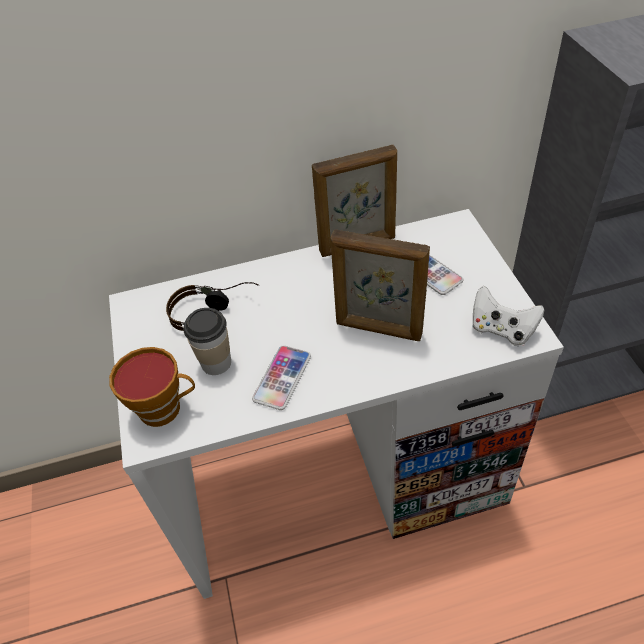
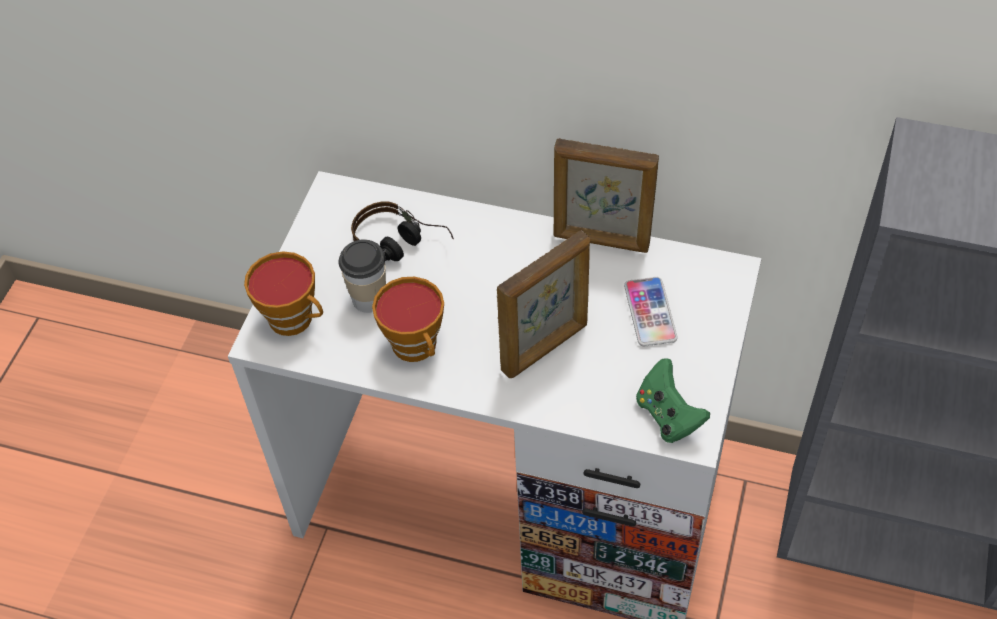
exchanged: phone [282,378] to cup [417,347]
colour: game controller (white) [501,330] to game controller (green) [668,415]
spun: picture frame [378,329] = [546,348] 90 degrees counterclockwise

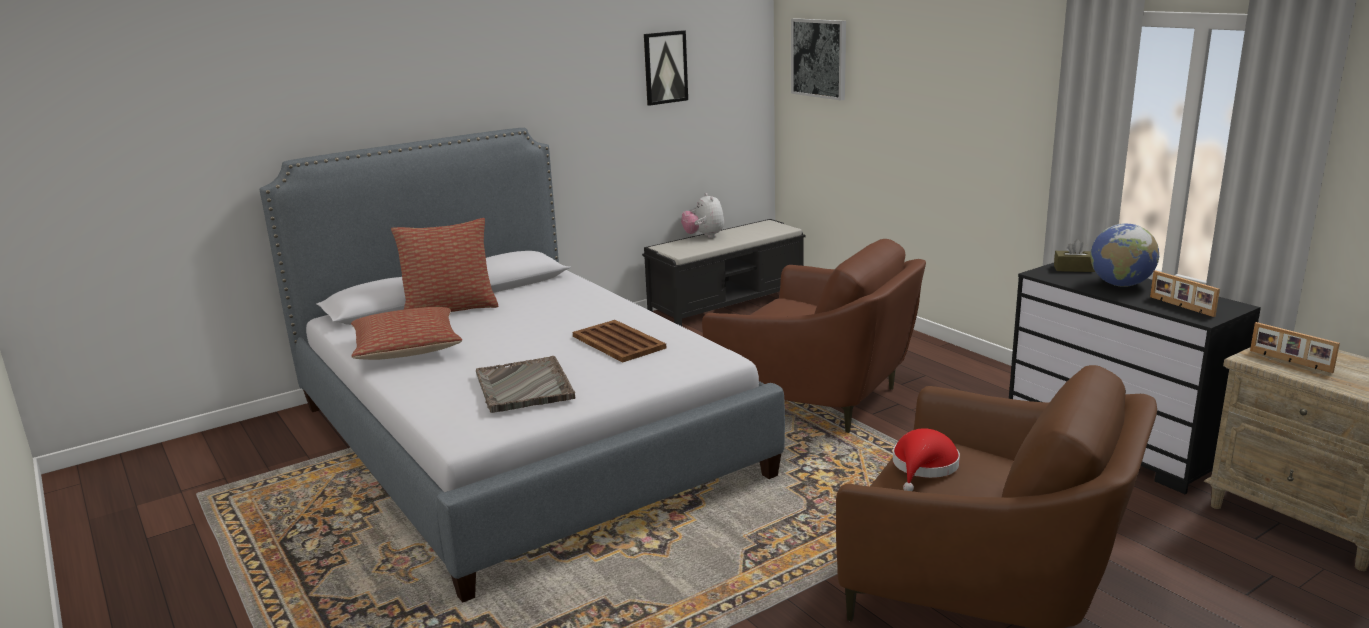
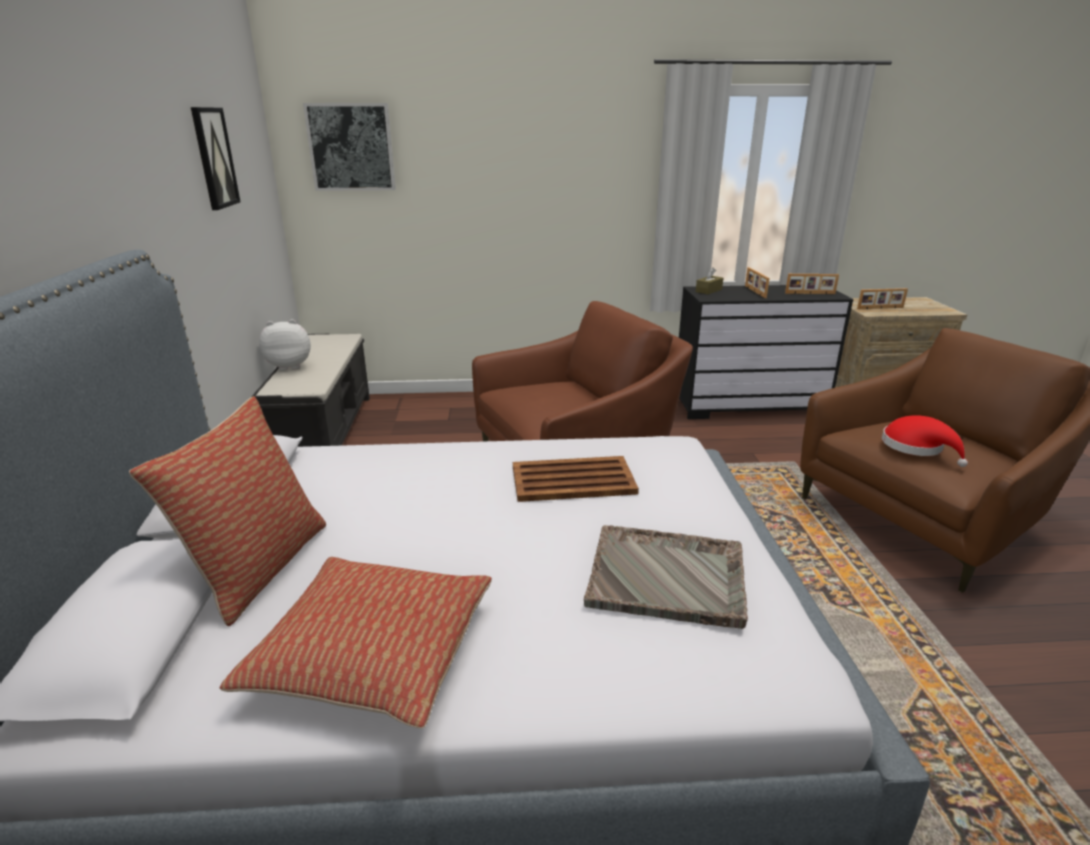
exchanged: globe [1120,284] to picture frame [754,292]
spun: plush toy [704,236] = [289,366] 150 degrees clockwise

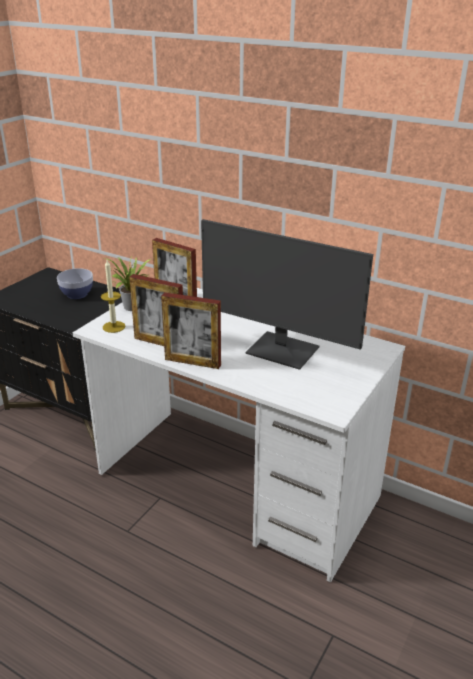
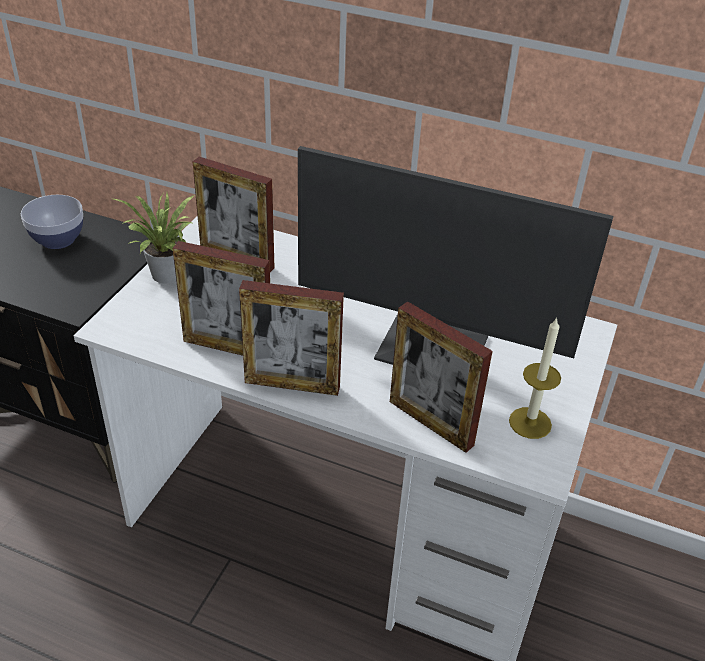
appeared: picture frame [430,423]
relocated: candle [114,327] to [530,423]

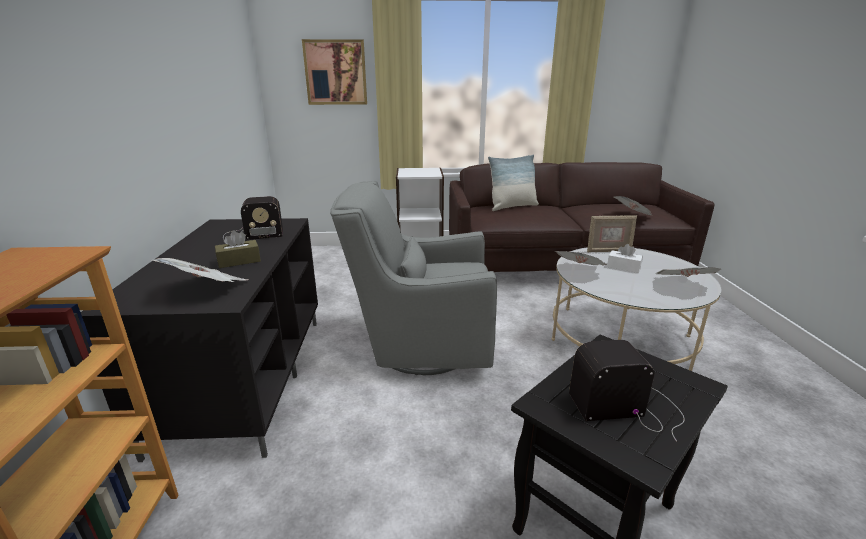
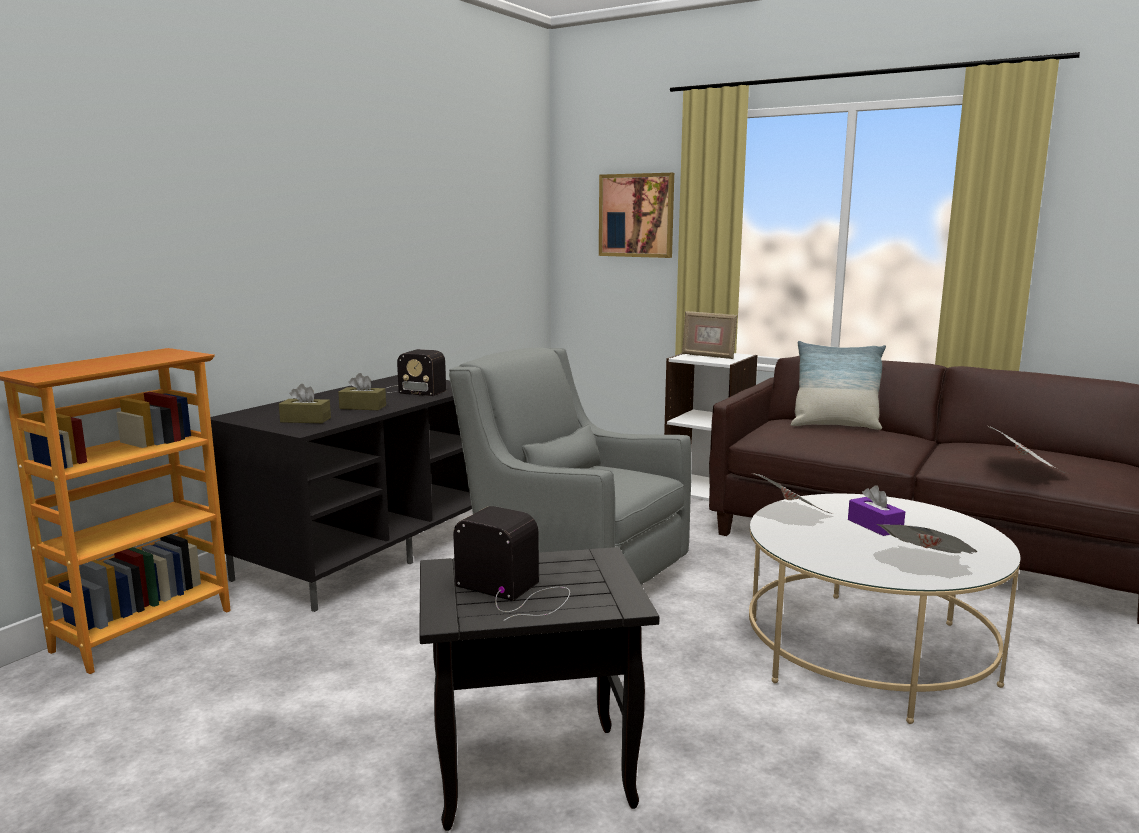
relocated: picture frame [608,251] to [708,356]
exchanged: newspaper [207,289] to tissue box (brown) [305,420]
colour: tissue box (white) [623,267] to tissue box (purple) [875,525]

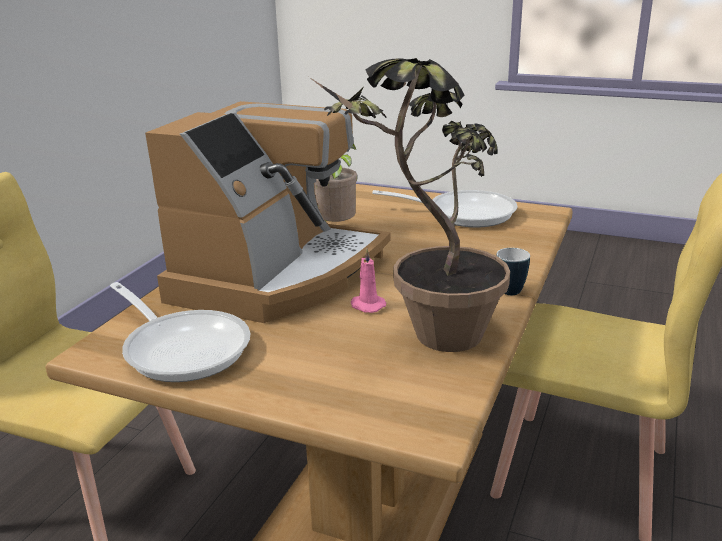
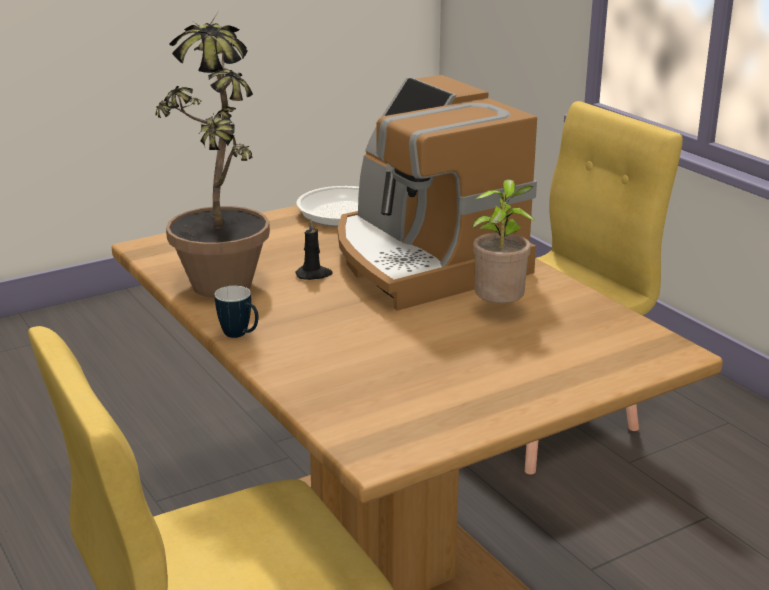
missing: frying pan [463,213]
colour: candle (pink) [366,305] to candle (black) [314,275]

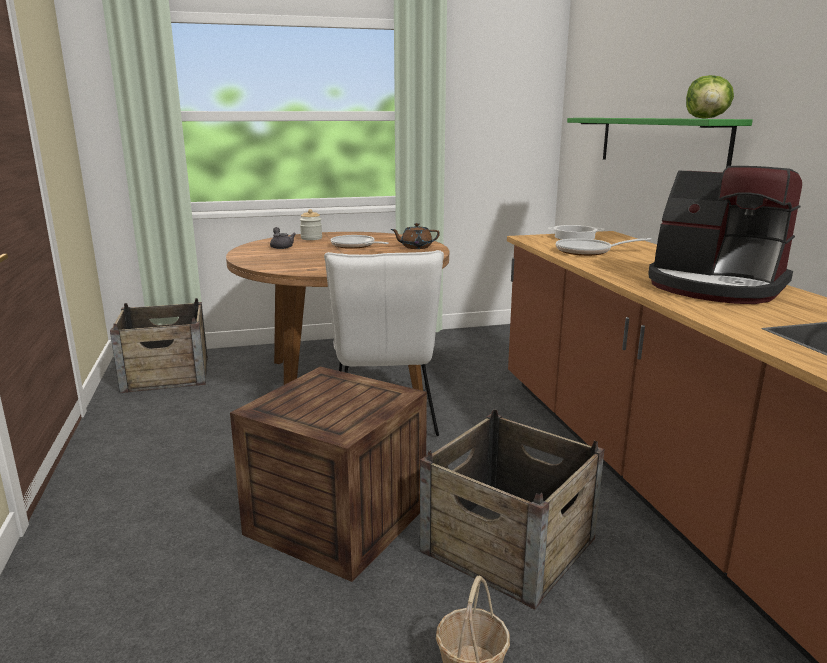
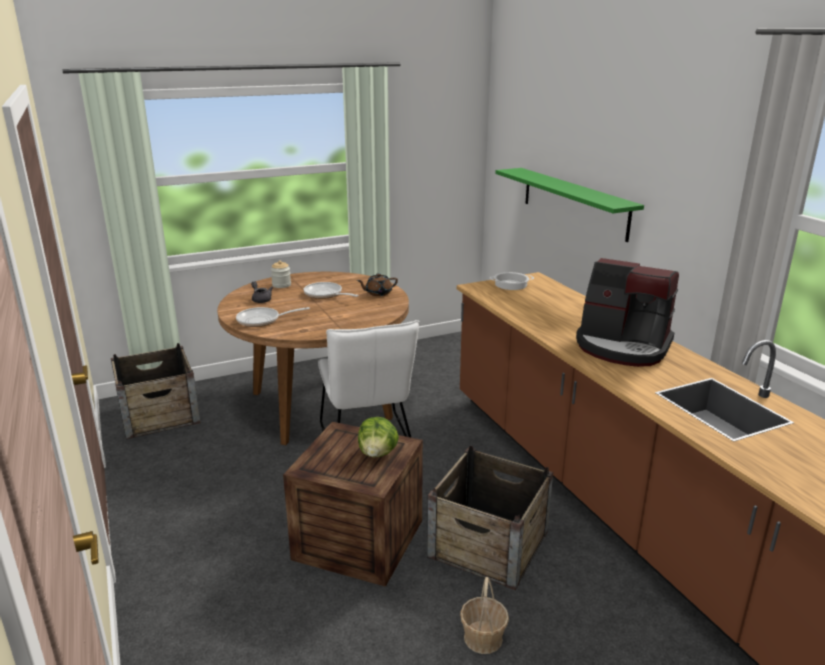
relocated: frying pan [588,251] to [262,320]; lettuce [706,118] to [378,453]

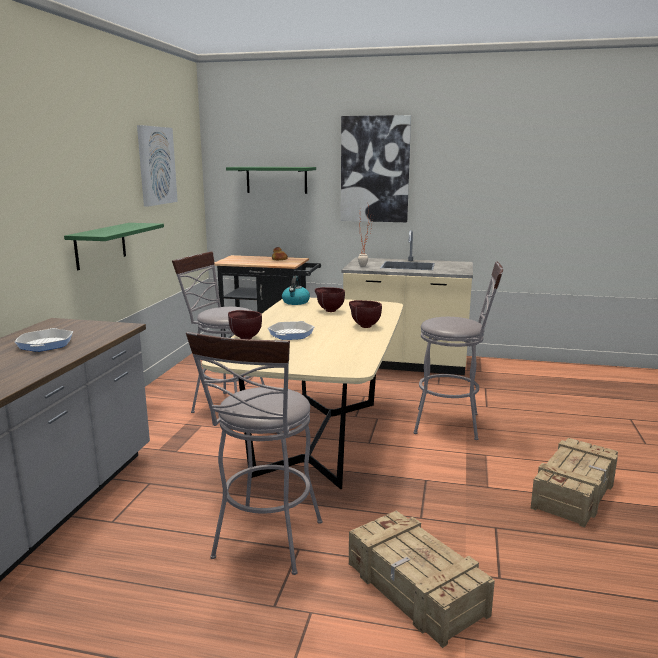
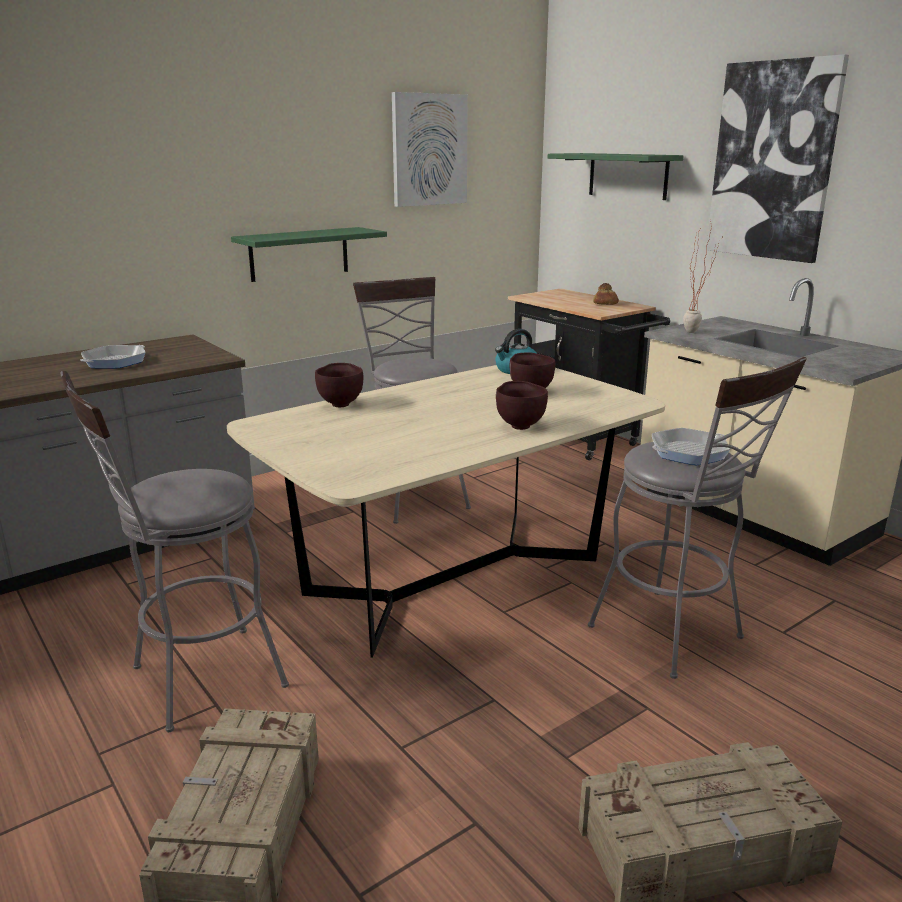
relocated: frying pan [291,334] to [688,452]

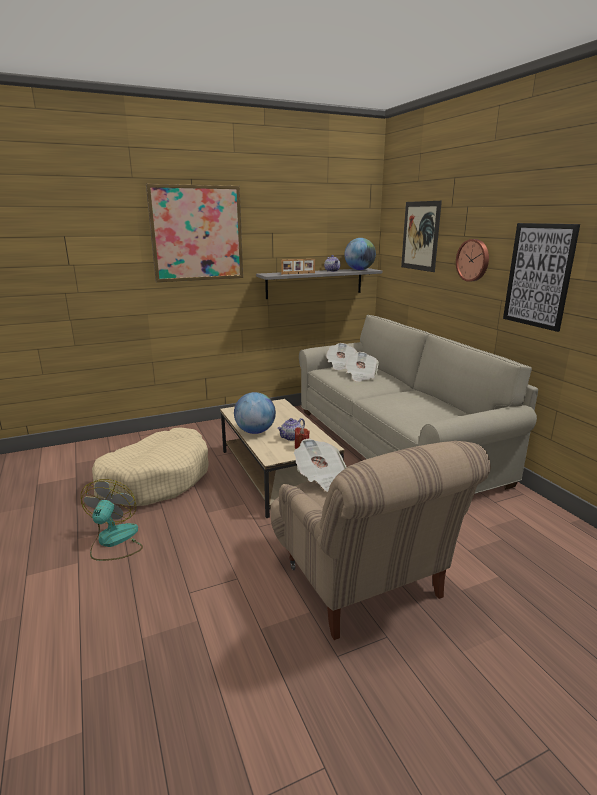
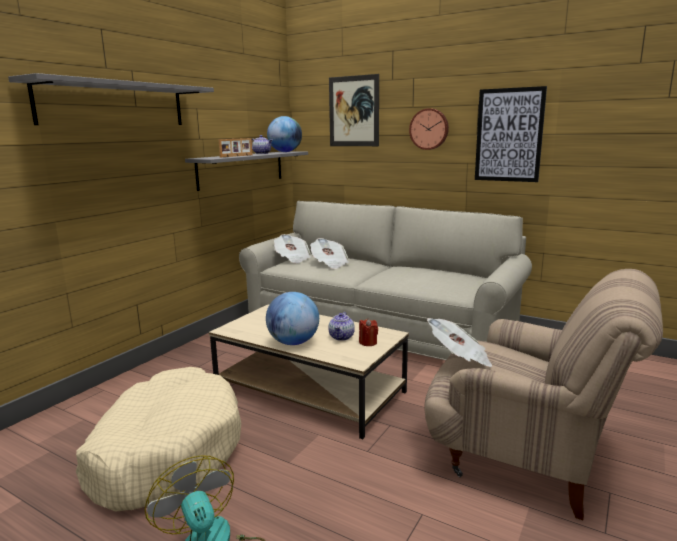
exchanged: picture [197,233] to shelf (grey) [114,104]

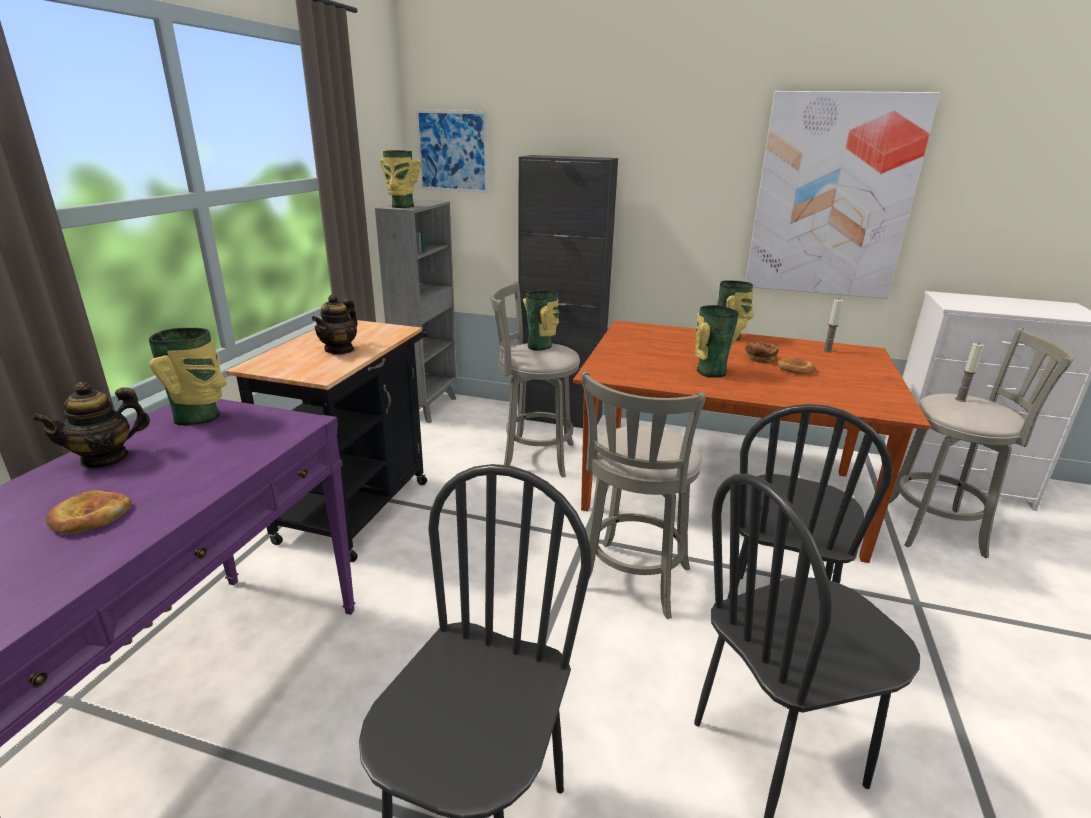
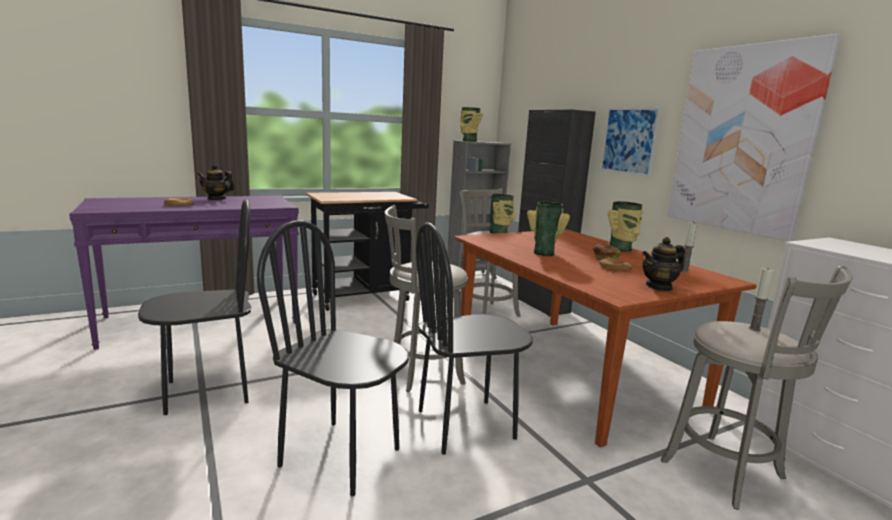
missing: vase [200,417]
relocated: teapot [339,350] to [659,286]; picture [452,151] to [629,141]

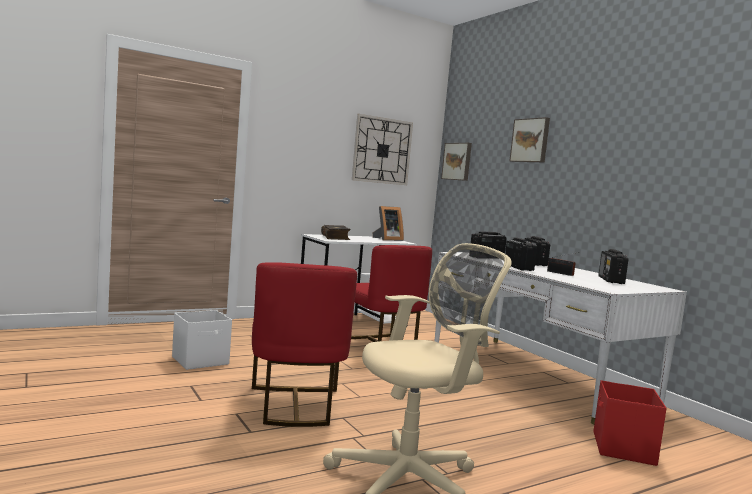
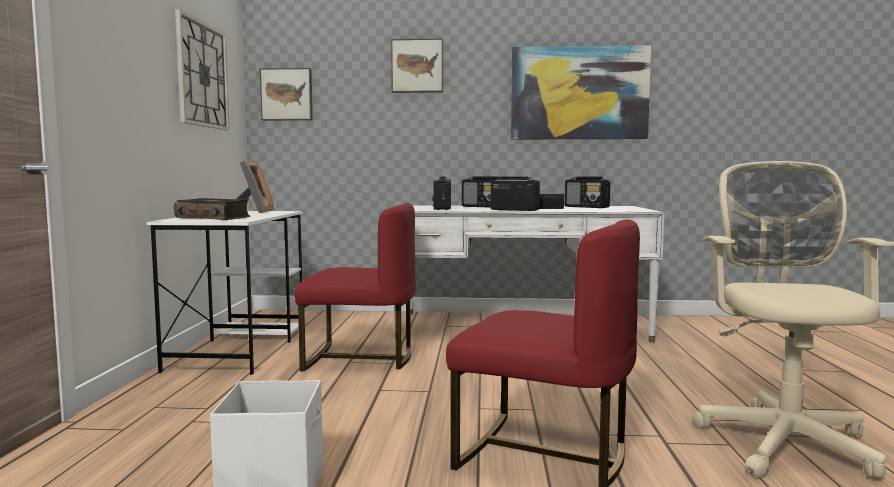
missing: storage box (red) [623,449]
appeared: picture [579,93]

